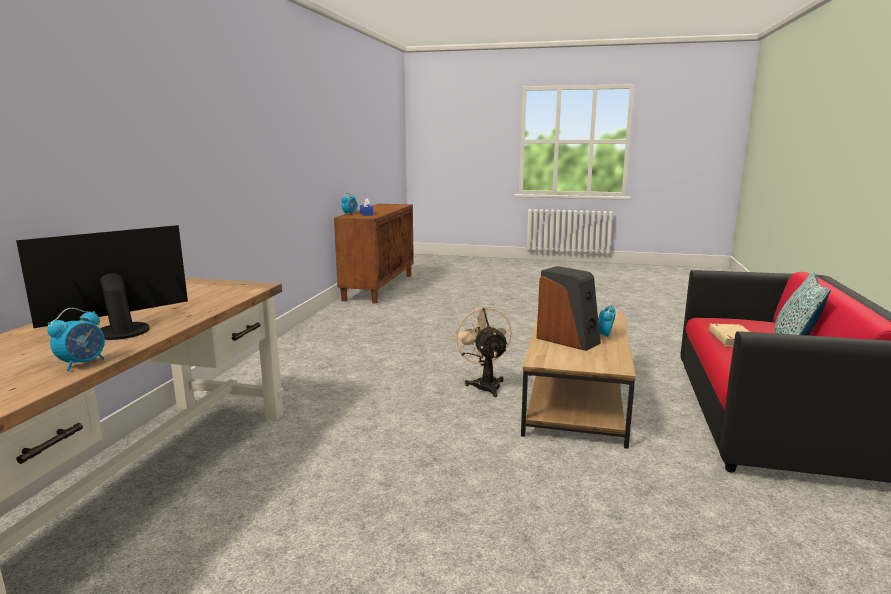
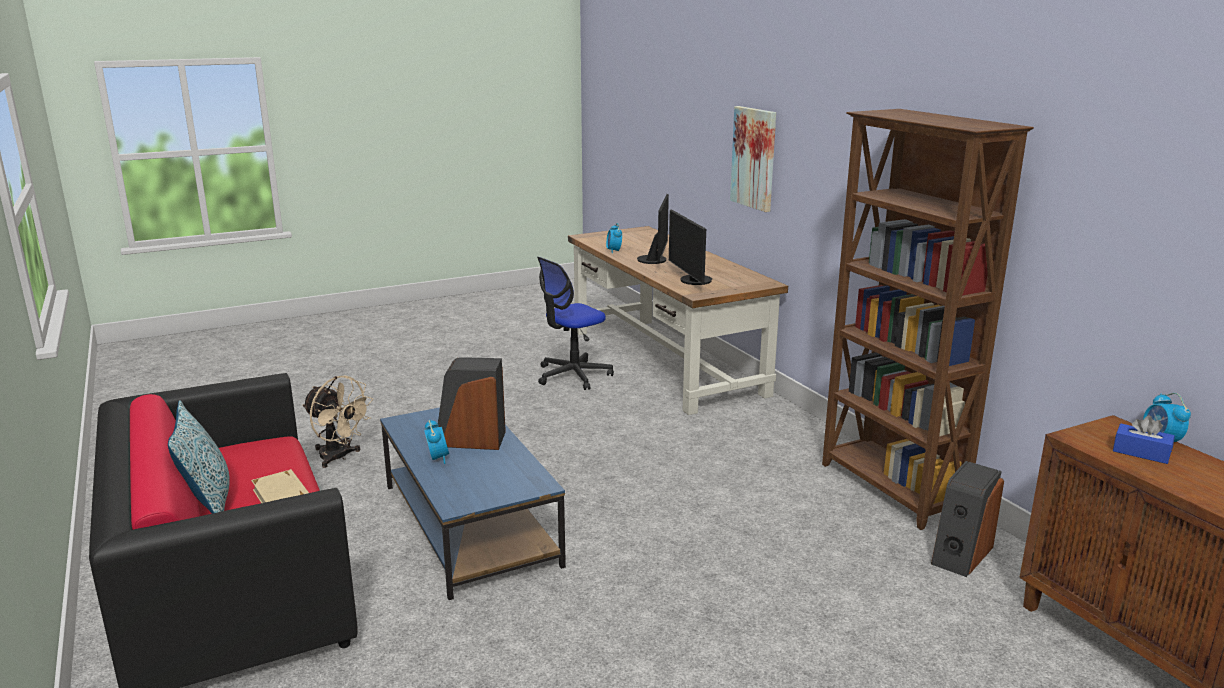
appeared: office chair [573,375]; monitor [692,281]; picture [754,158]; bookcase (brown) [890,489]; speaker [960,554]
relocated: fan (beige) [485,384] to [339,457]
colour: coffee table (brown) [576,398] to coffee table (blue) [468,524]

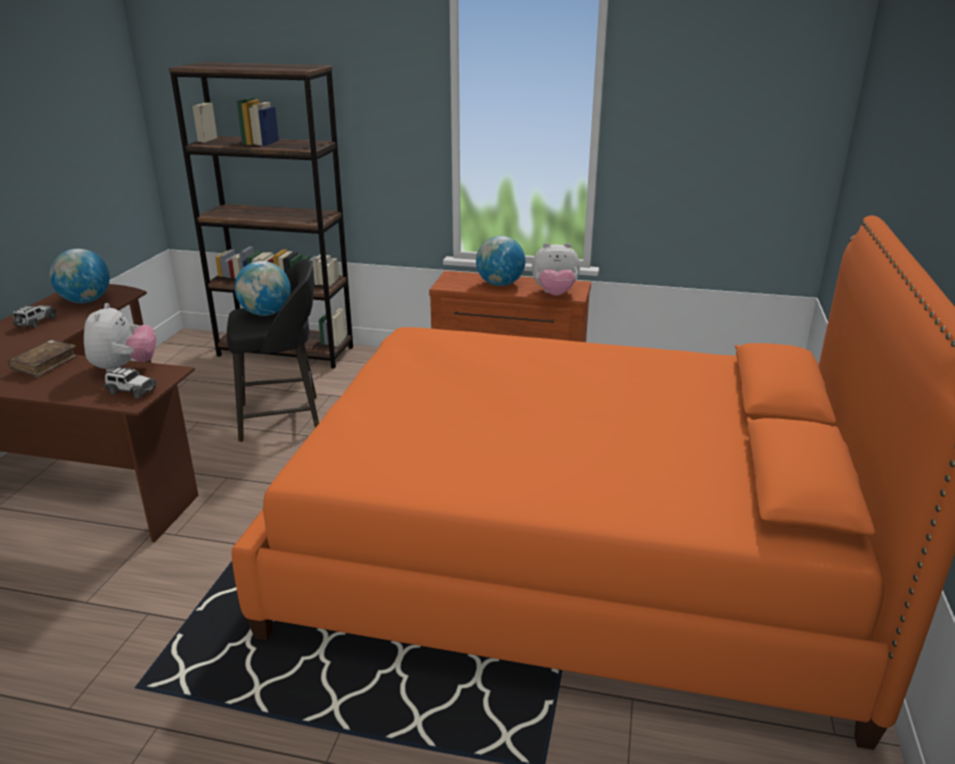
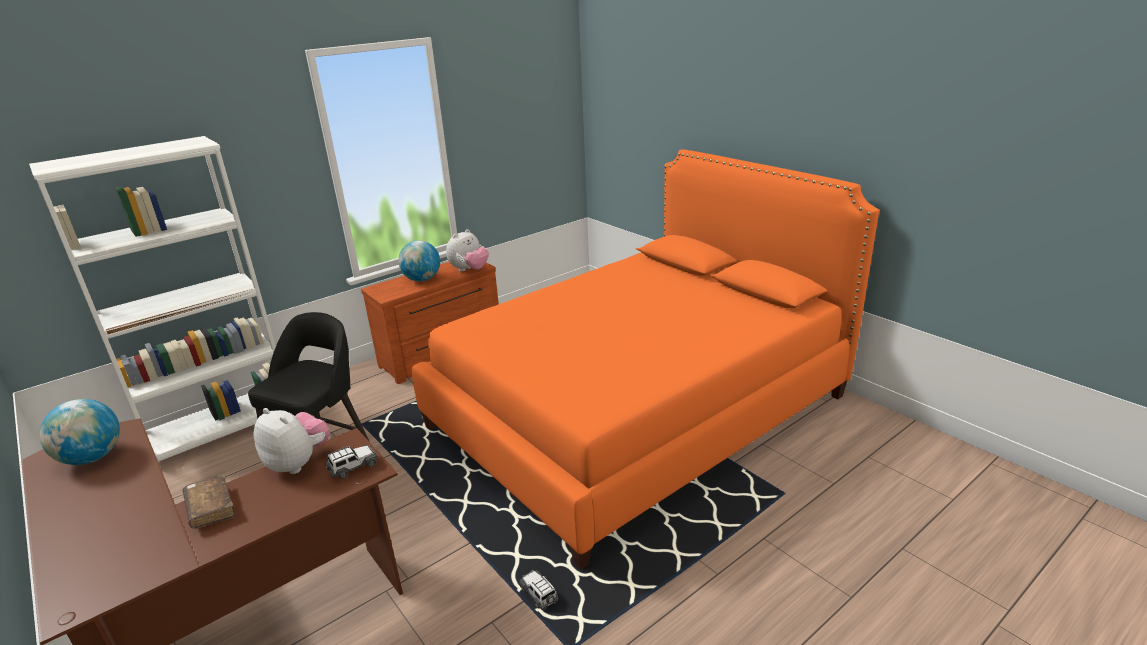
missing: globe [266,313]
relocated: toy car [35,322] to [539,594]
colour: bookcase (brown) [286,351] to bookcase (white) [223,429]

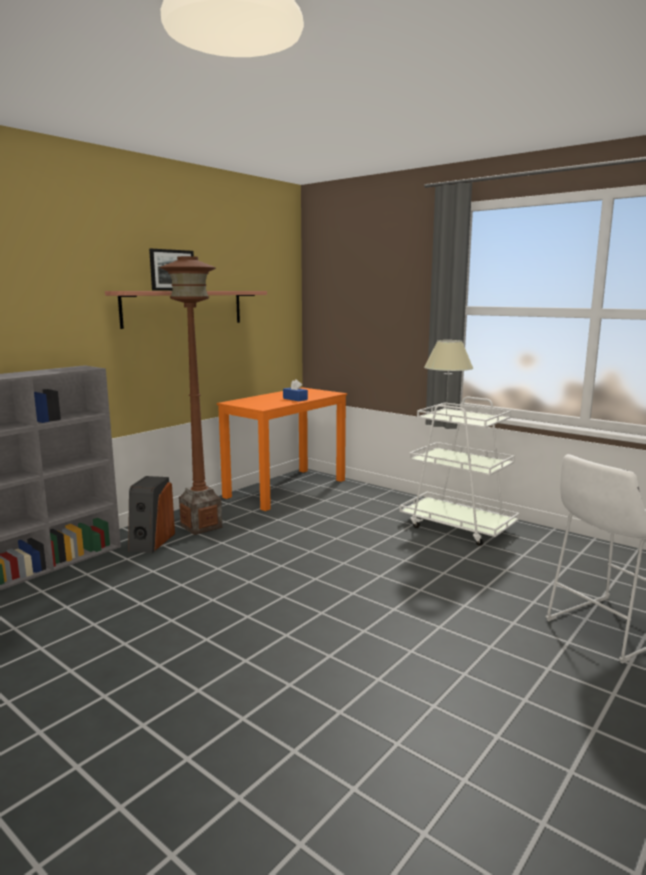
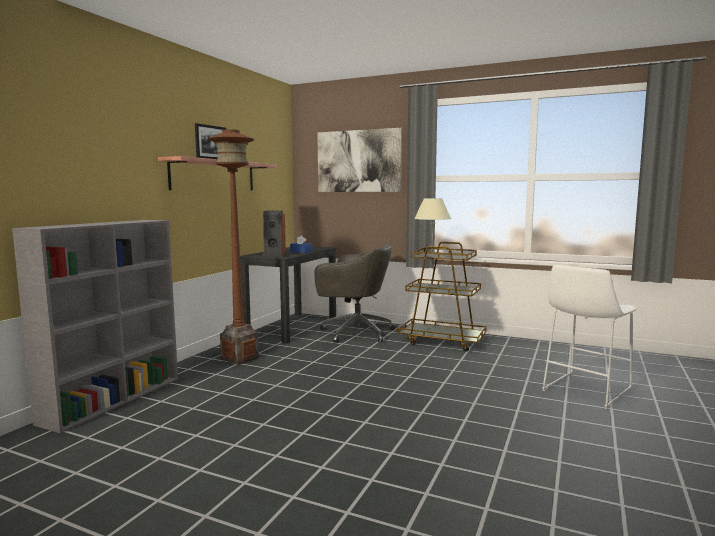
appeared: office chair (grey) [355,332]; picture [358,161]
relocated: speaker [151,542] to [274,254]
colour: desk (orange) [286,488] to desk (black) [292,327]; cart (white) [458,527] to cart (brown) [442,341]

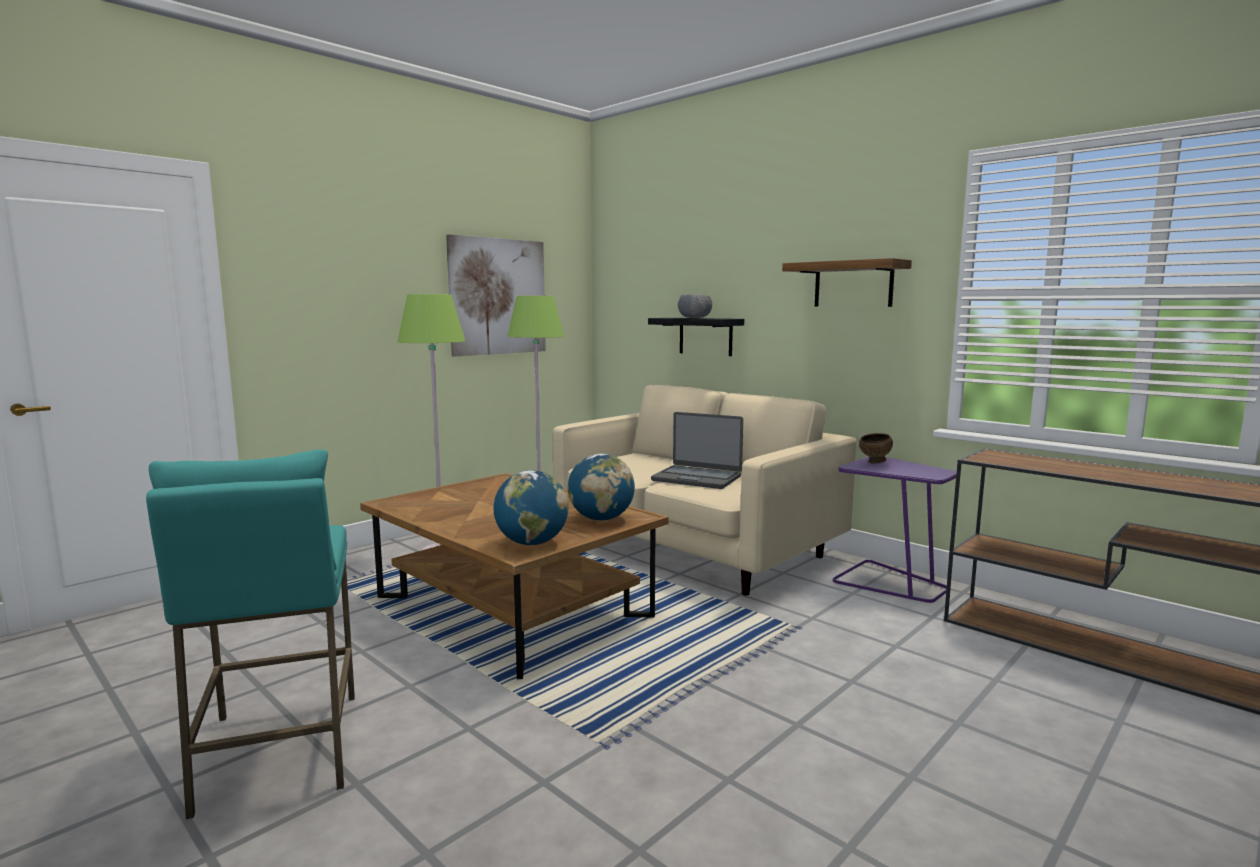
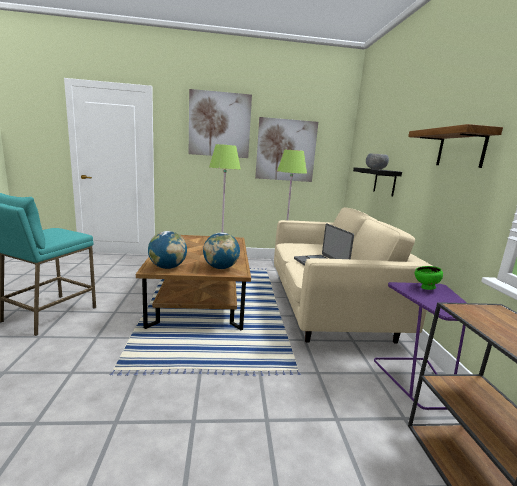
appeared: picture [219,124]
colour: bowl (brown) [875,462] to bowl (green) [425,288]

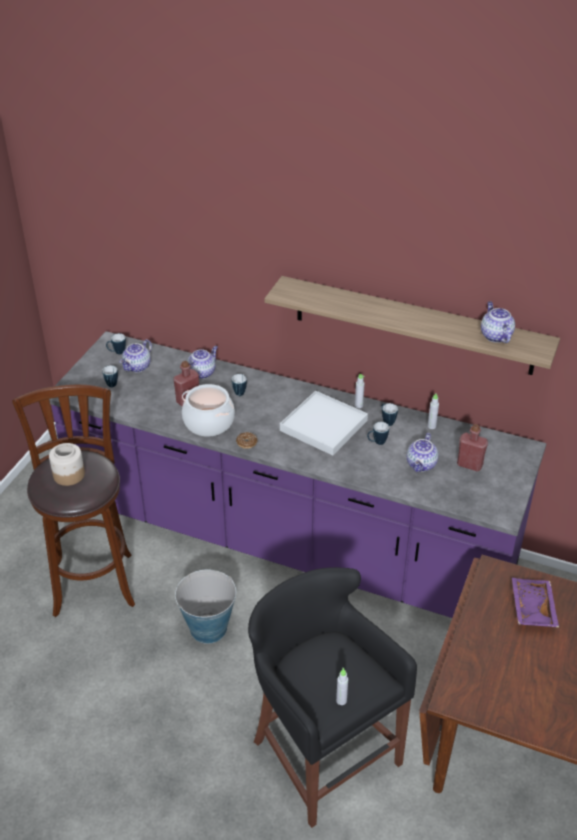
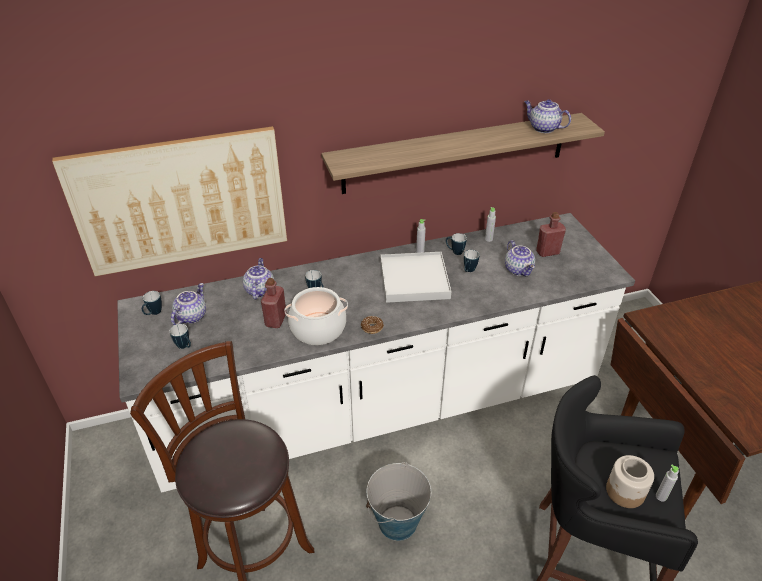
missing: tray (purple) [531,608]
appeared: picture [181,201]
relocated: jar [68,475] to [625,492]
colour: counter (purple) [288,539] to counter (white) [381,405]
spun: teapot [137,367] = [191,316] 150 degrees counterclockwise

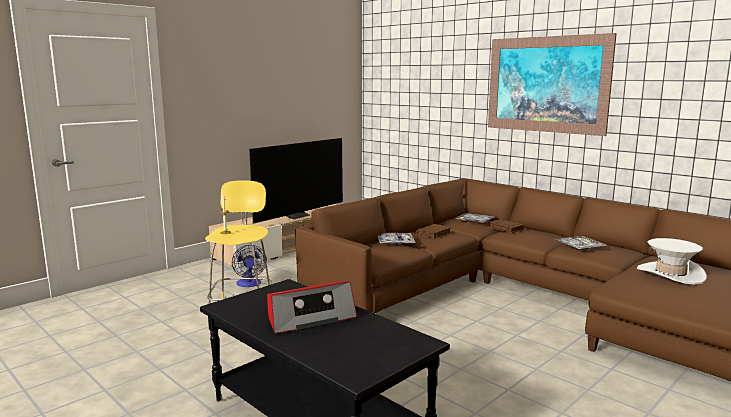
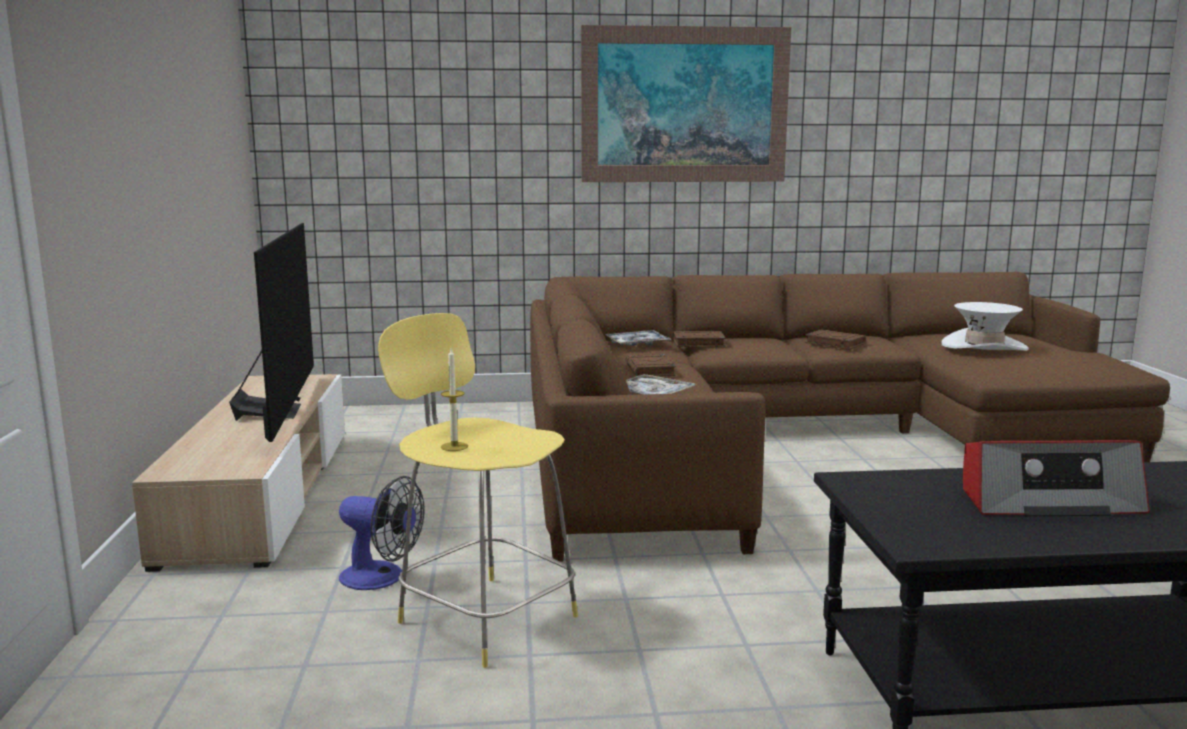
exchanged: tray [580,247] to book (brown) [834,343]
spun: radio [310,318] = [1047,501] 75 degrees clockwise

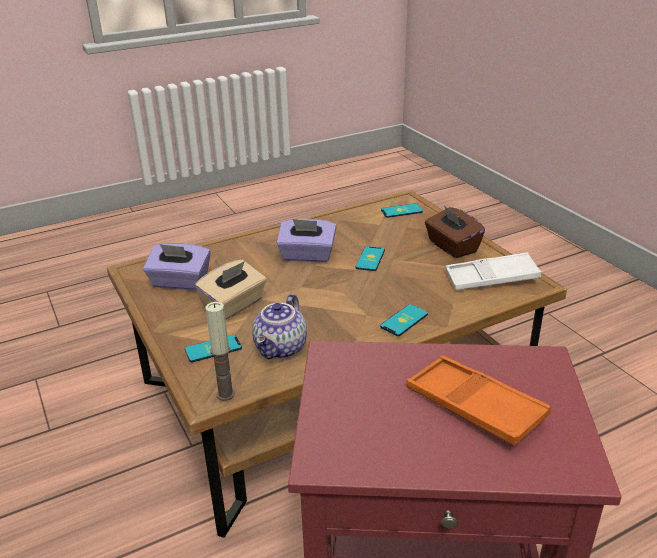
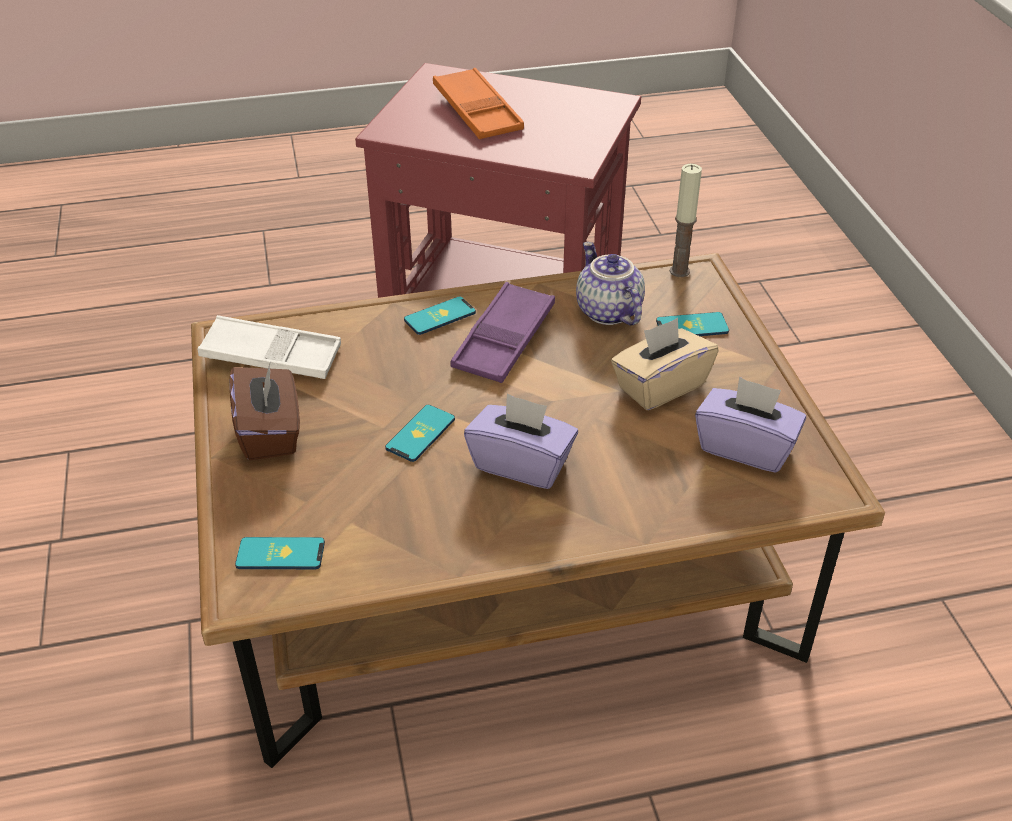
appeared: tray (purple) [504,340]
spun: teapot [281,349] = [606,311] 60 degrees counterclockwise

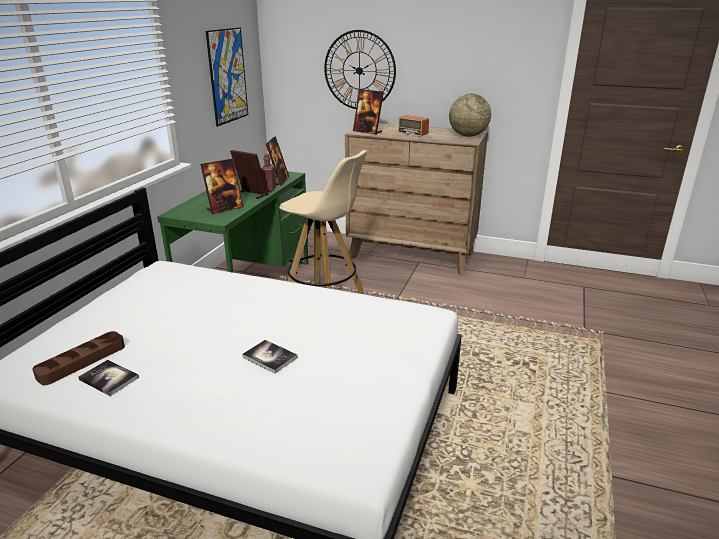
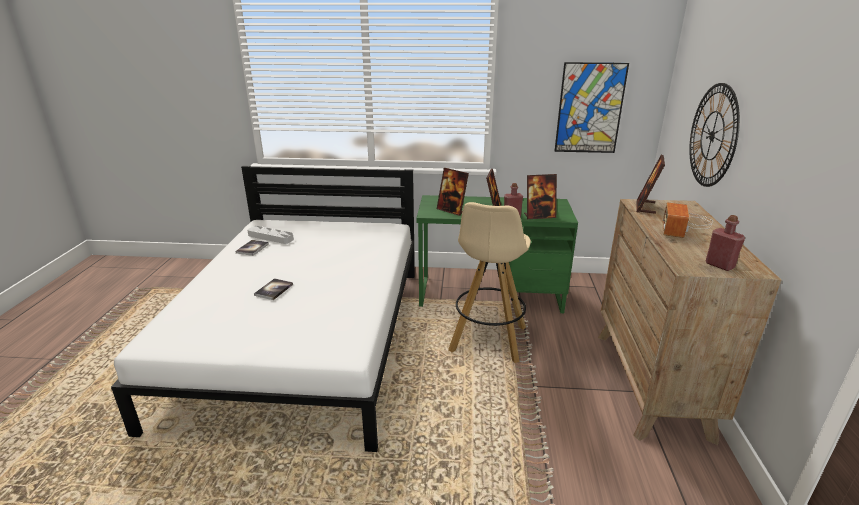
exchanged: globe [468,135] to bottle (red) [719,265]
colour: tray (brown) [82,361] to tray (grey) [270,237]

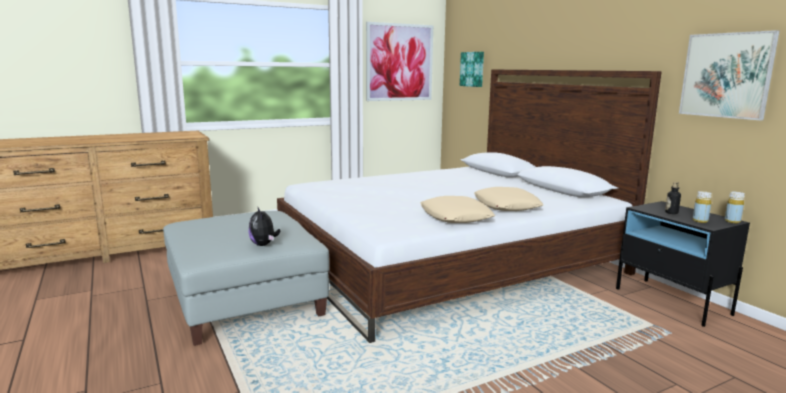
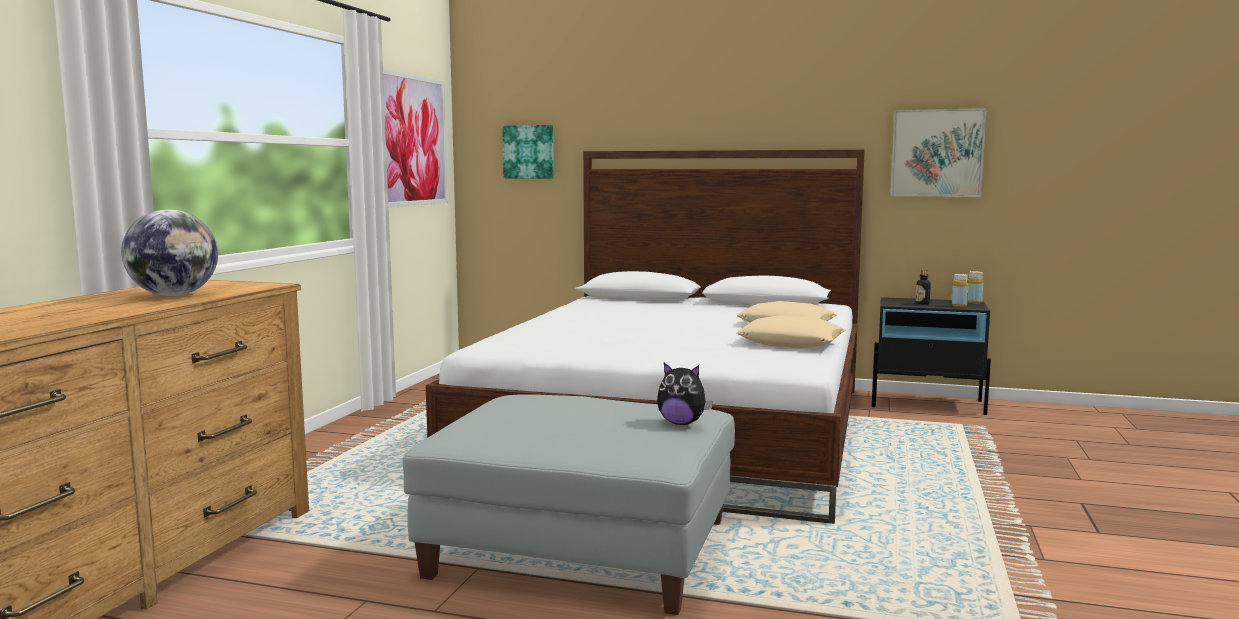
appeared: globe [174,295]

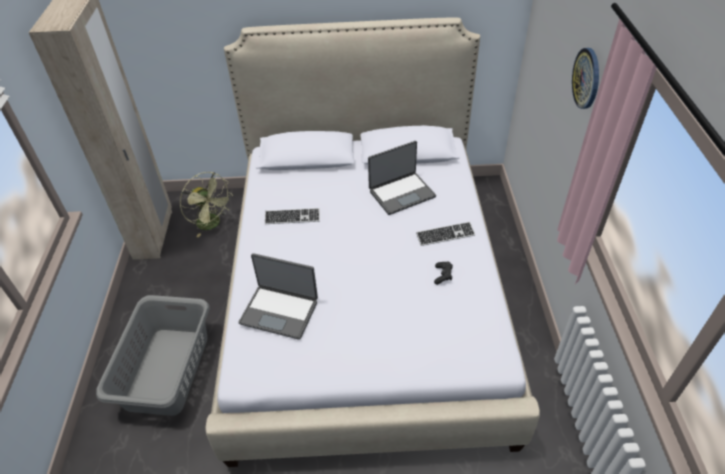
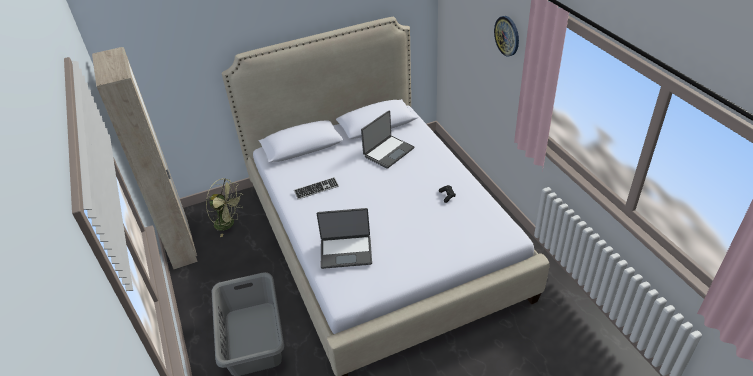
missing: keyboard [445,235]

